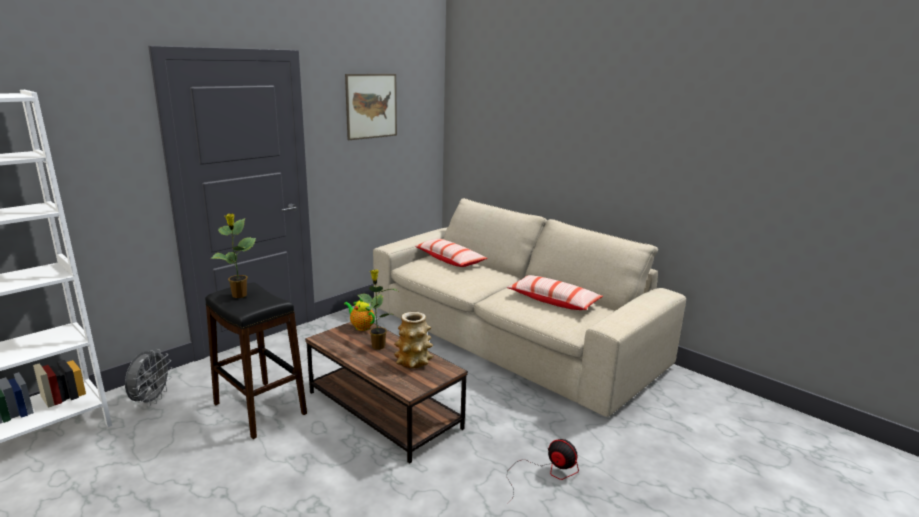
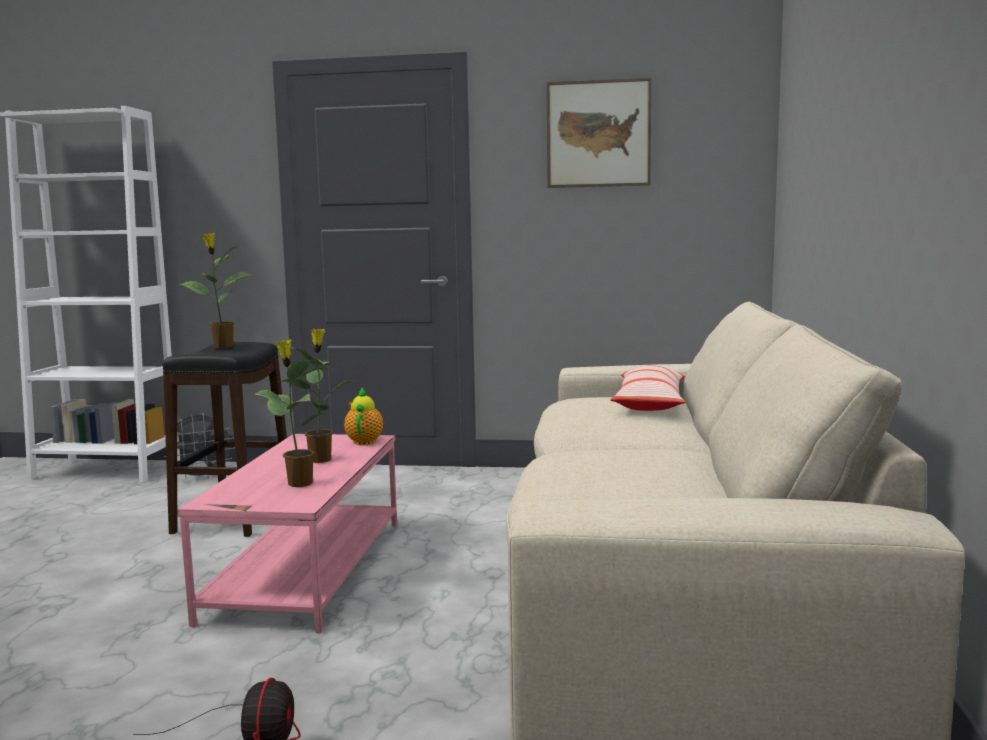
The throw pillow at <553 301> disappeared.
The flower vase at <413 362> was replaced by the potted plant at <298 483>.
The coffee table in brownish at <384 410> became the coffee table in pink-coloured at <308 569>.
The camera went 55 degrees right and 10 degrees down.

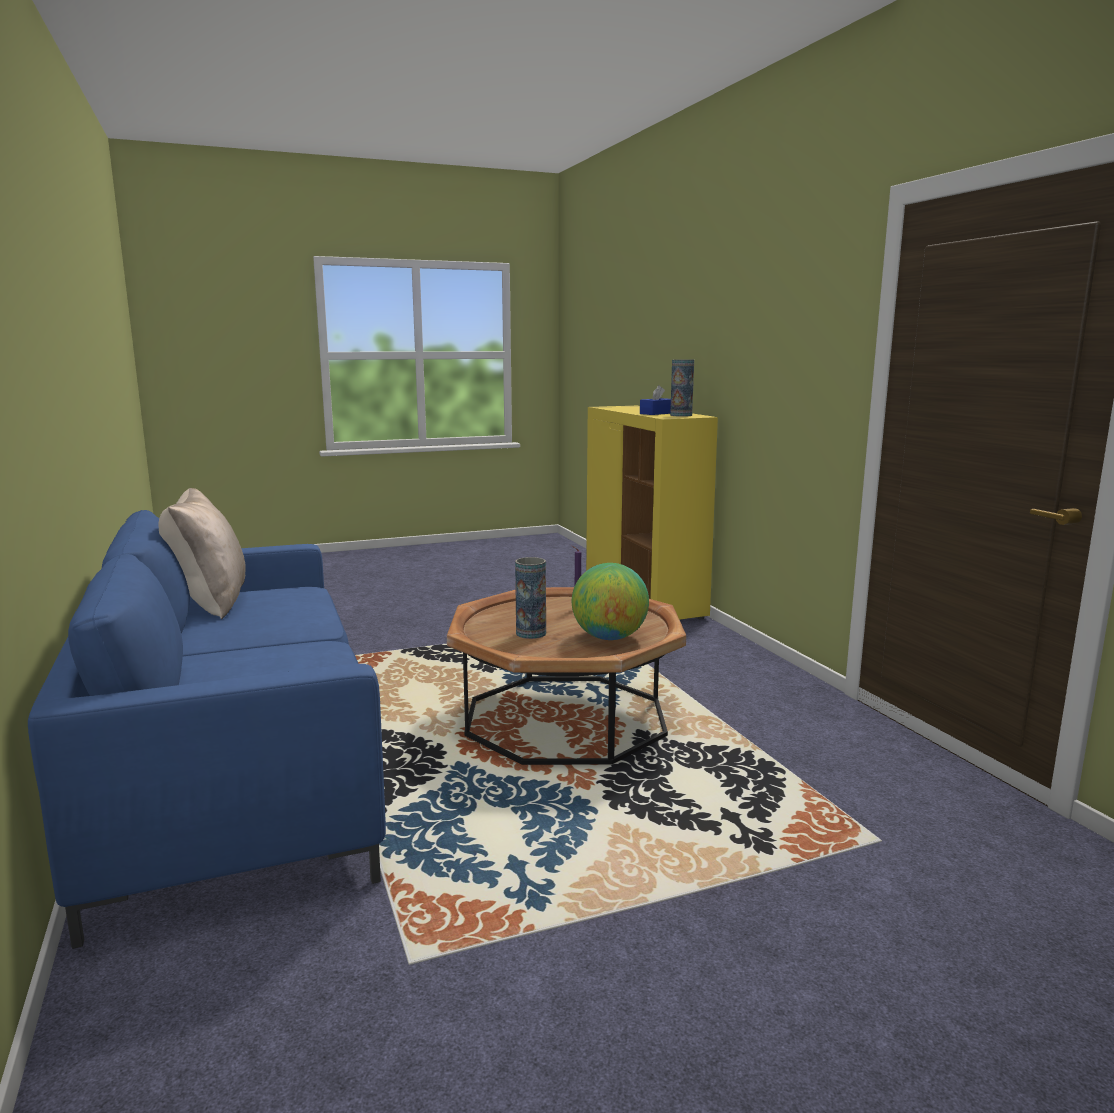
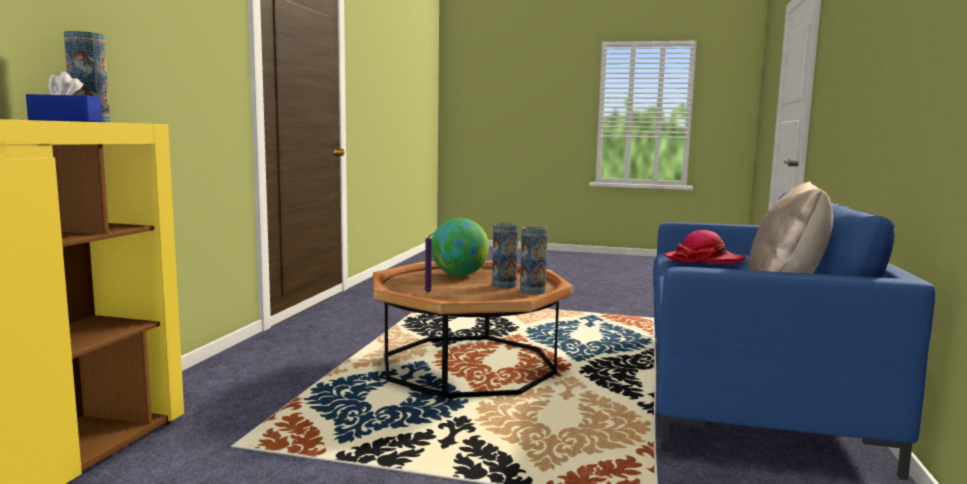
The flower vase at <532 291> appeared.
The wearable hat at <704 260> appeared.
The camera went 145 degrees left and 5 degrees down.

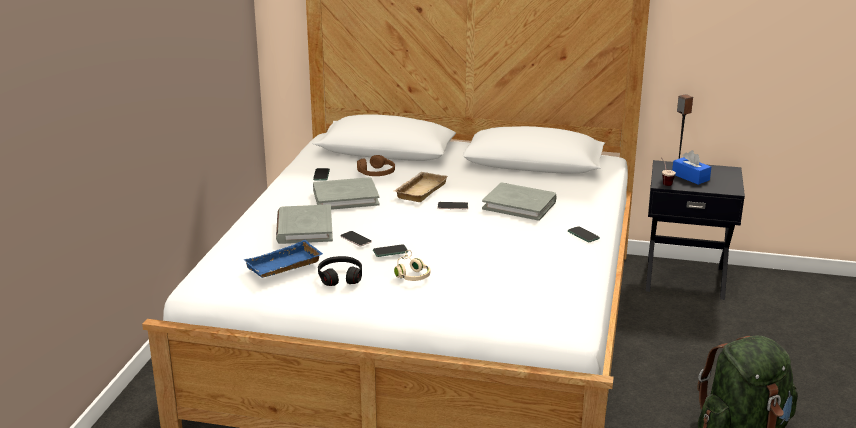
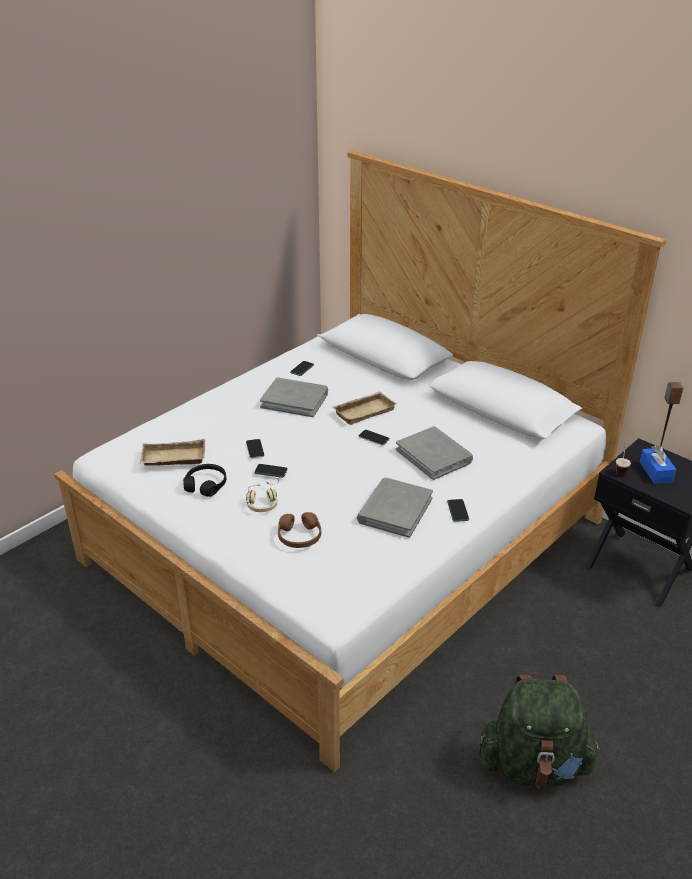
The pair of headphones in brownish moved from <376 173> to <299 537>.
The volume in greyish moved from <304 228> to <395 510>.
The carrying tray in bluish at <284 266> became the carrying tray in beige at <173 459>.
The camera went 30 degrees right and 10 degrees up.

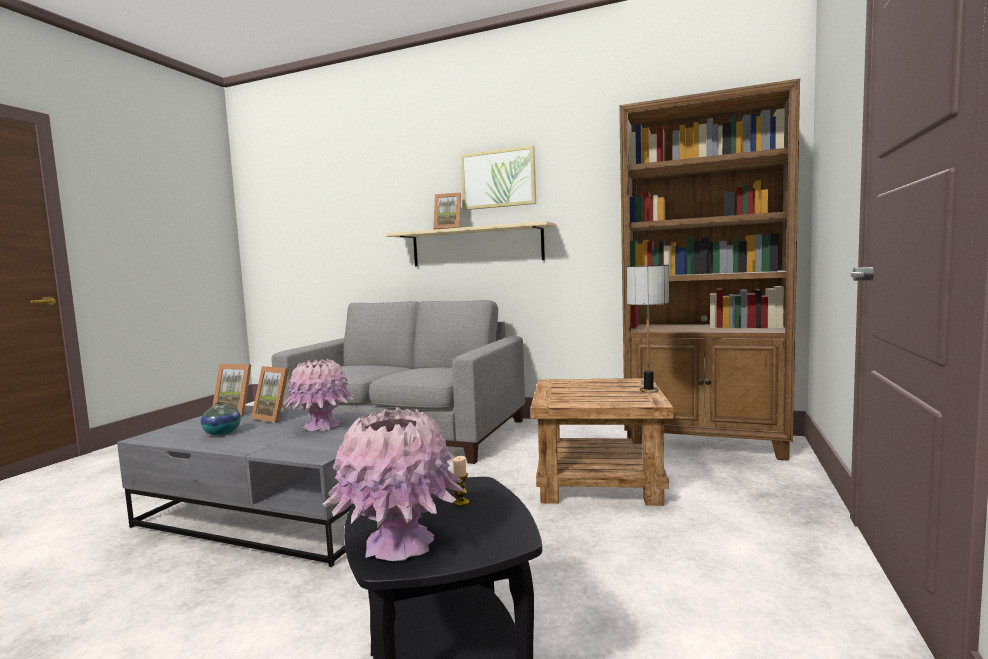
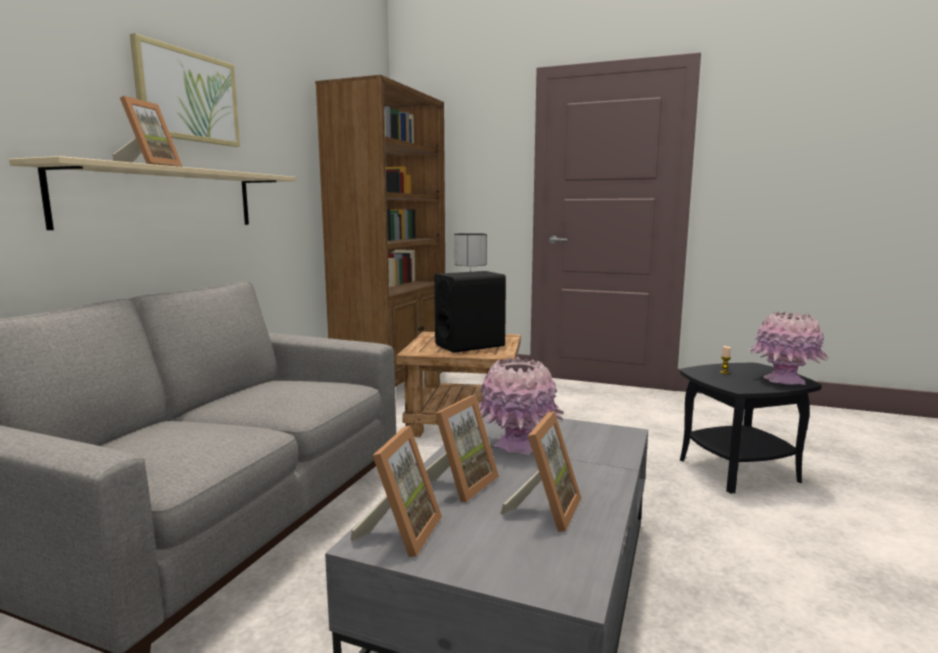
The flower vase at <222 433> was replaced by the photo frame at <545 510>.
The speaker in black at <470 345> appeared.
The camera went 90 degrees left and 5 degrees up.

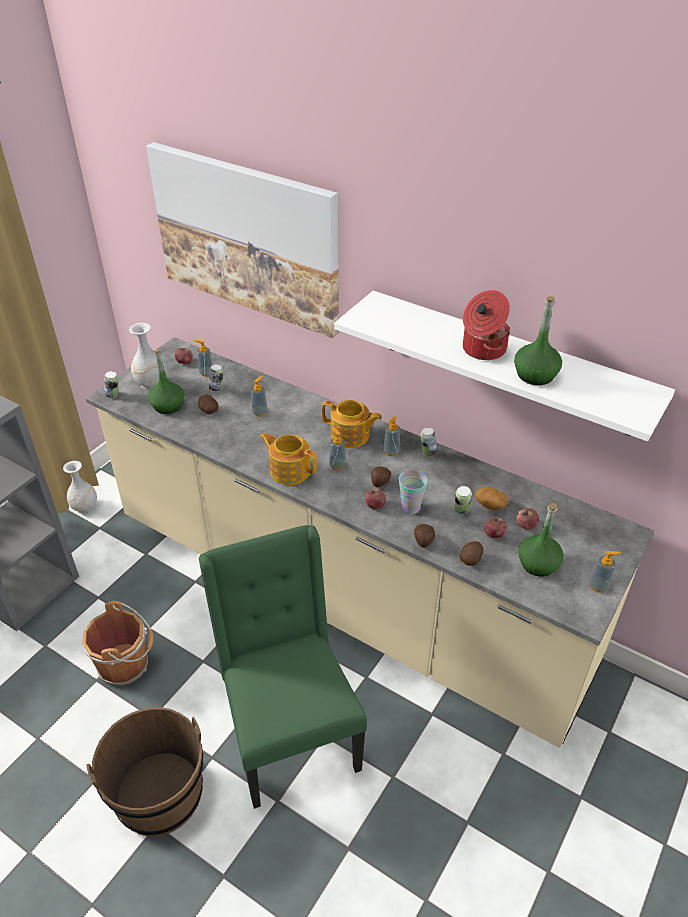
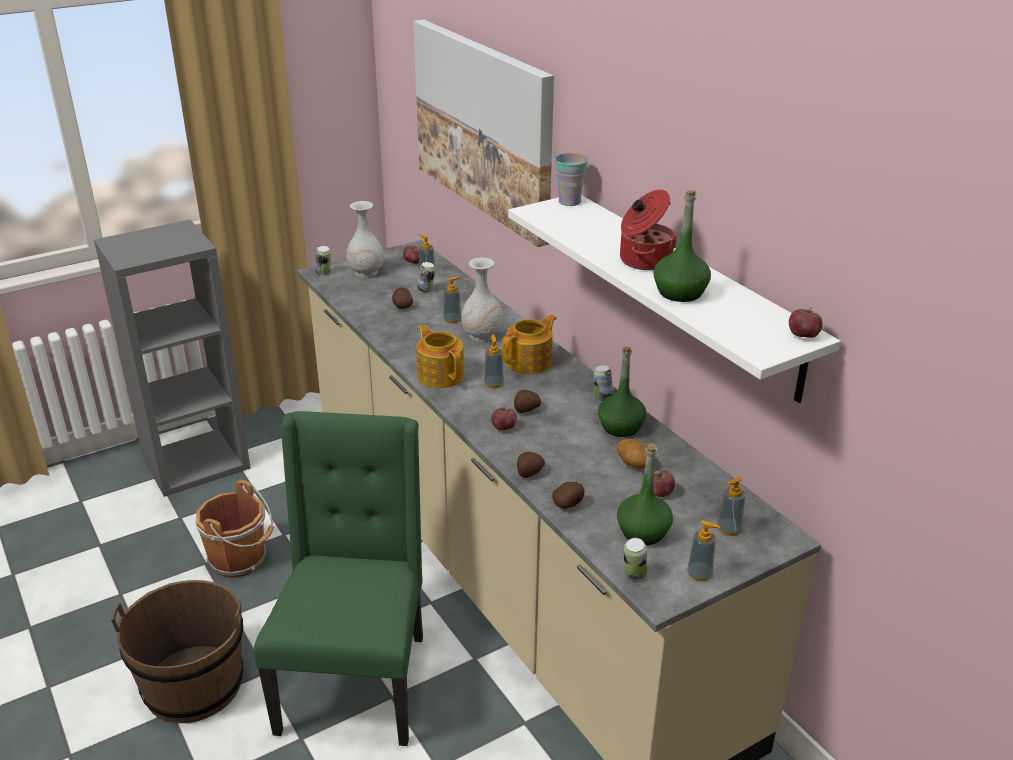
The drink bottle in green moved from <167 406> to <620 427>.
The tea pot at <350 436> turned 90 degrees counterclockwise.
The liquid soap bottle moved from <391 452> to <729 529>.
The flower vase in white moved from <85 507> to <482 335>.
The cup moved from <410 507> to <569 202>.
The can moved from <461 511> to <634 575>.
The apple fruit moved from <494 534> to <803 335>.
The camera went 25 degrees right and 10 degrees down.

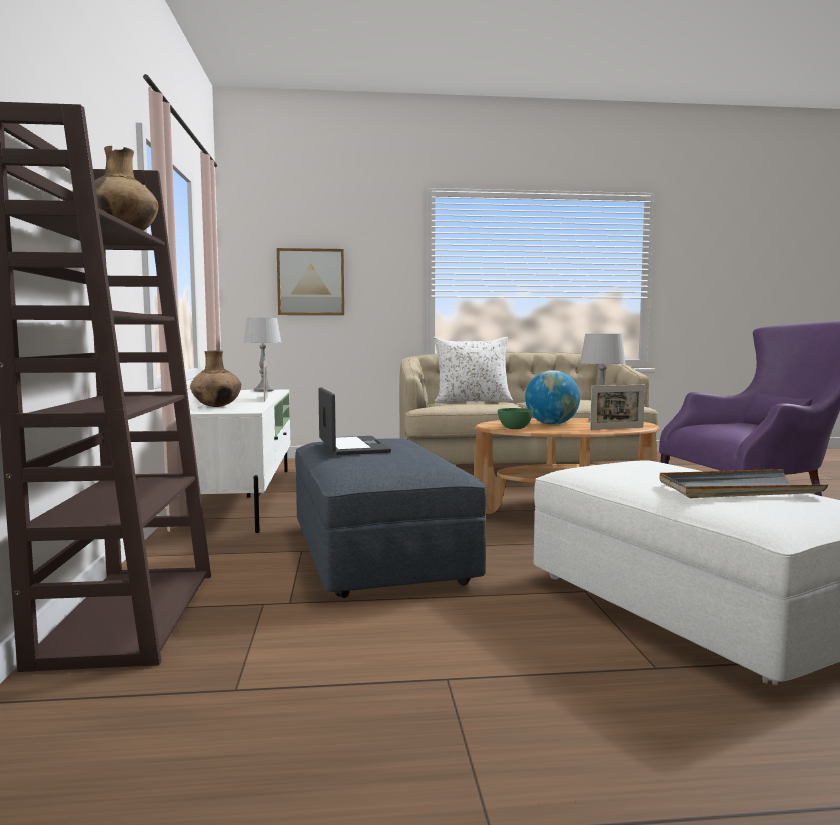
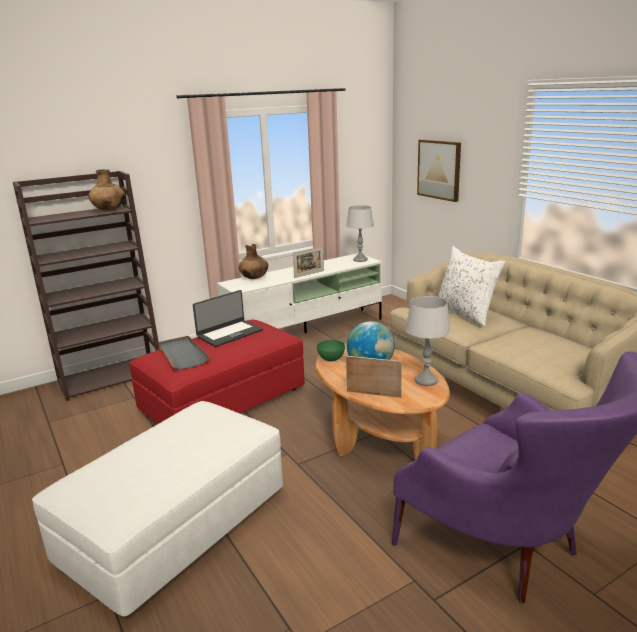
The photo frame at <617 428> turned 150 degrees clockwise.
The footrest in greyish at <378 552> became the footrest in reddish at <223 400>.
The carrying tray in greyish moved from <737 489> to <182 354>.
The camera went 65 degrees right and 15 degrees up.

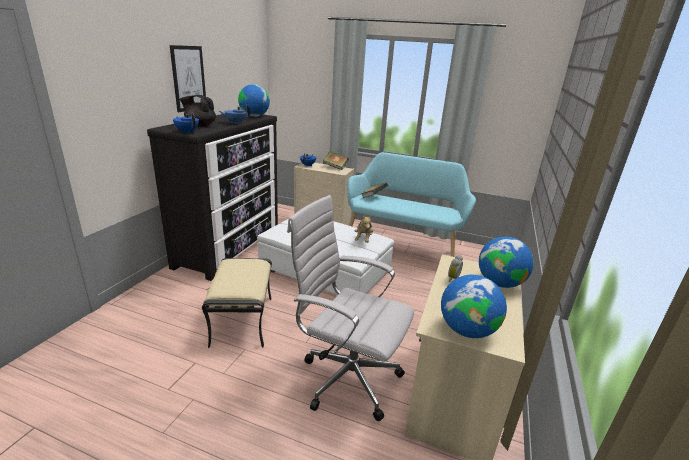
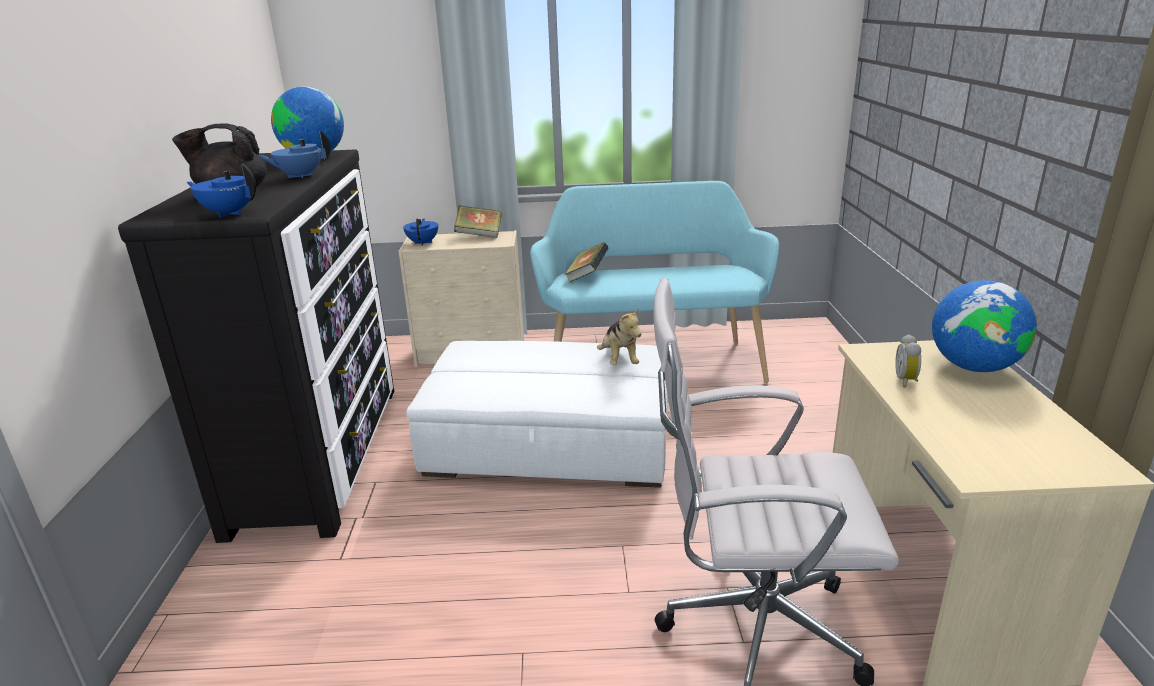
The wall art at <189 78> disappeared.
The footrest in beige at <241 320> disappeared.
The world globe at <466 330> disappeared.
The camera went 20 degrees left and 0 degrees up.

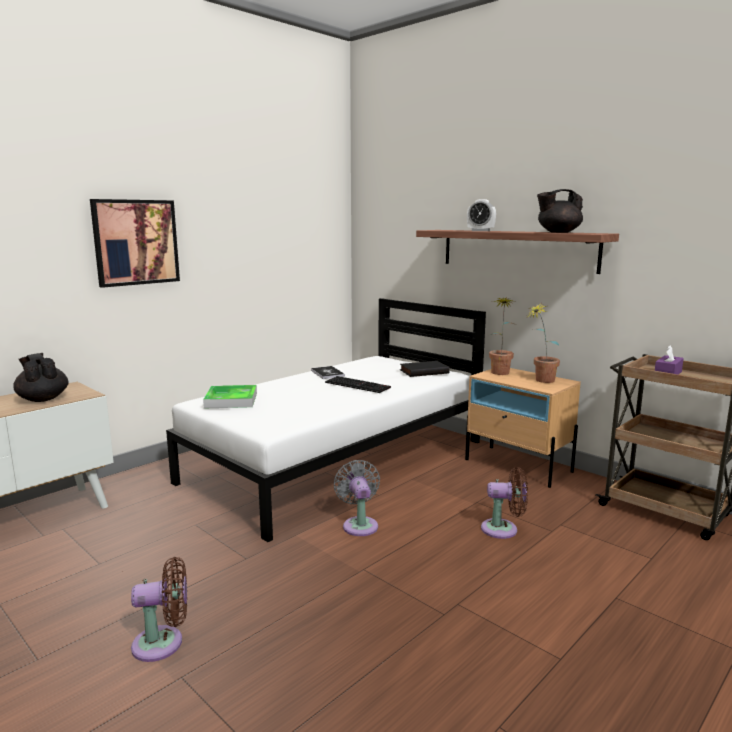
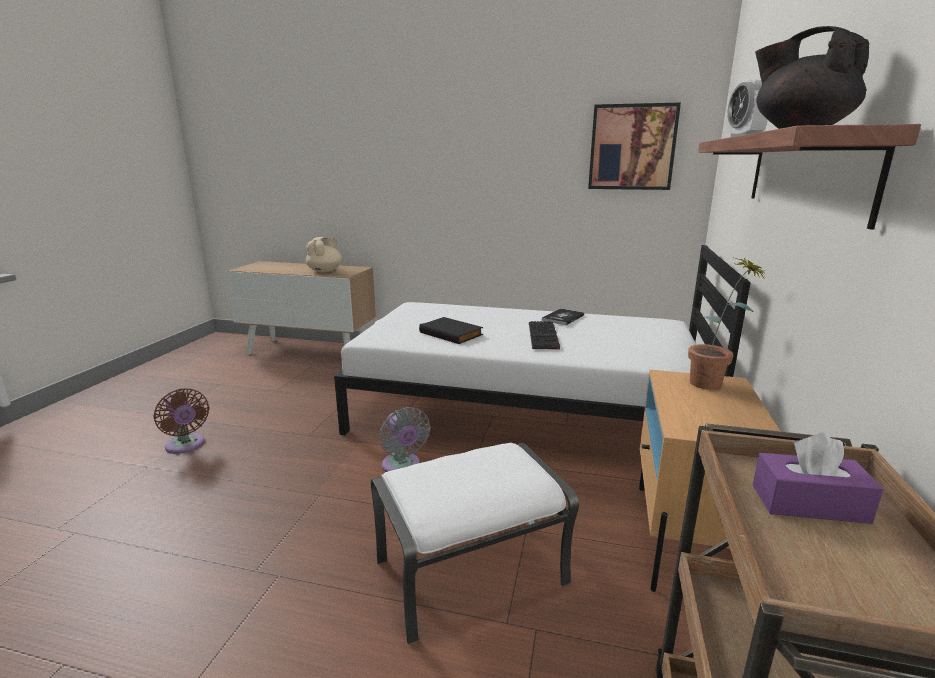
The wall art moved from <136 242> to <632 147>.
The potted plant at <540 381> disappeared.
The tea pot in black at <43 399> became the tea pot in beige at <325 271>.
The volume in black moved from <424 371> to <452 333>.
The carrying tray at <231 400> disappeared.
The fan in greyish at <359 525> turned 105 degrees clockwise.
The fan in brownish at <503 529> was replaced by the footrest in white at <471 571>.
The camera went 60 degrees right and 5 degrees up.

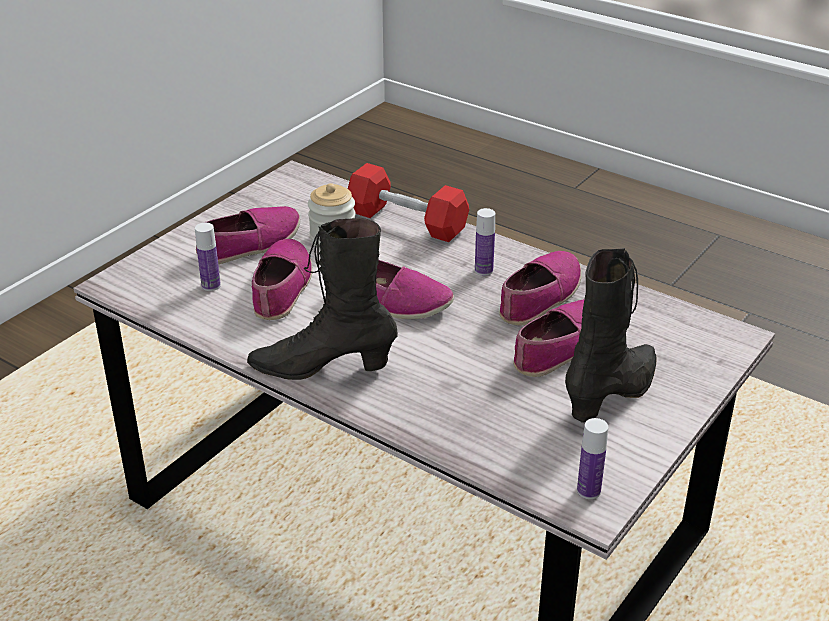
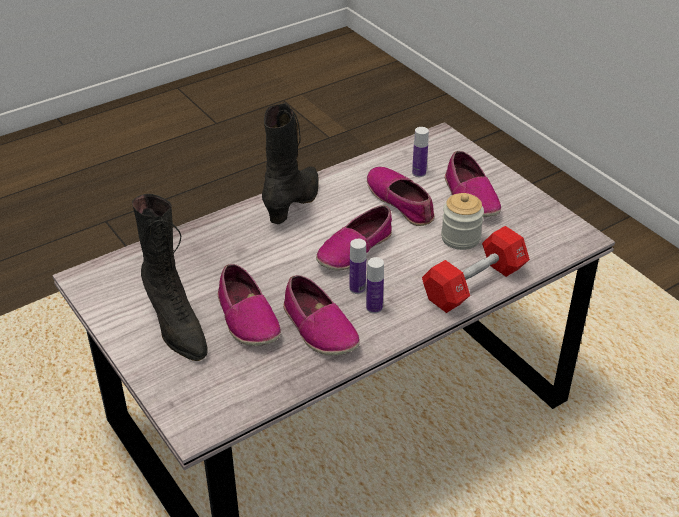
The shoe at <281 287> turned 150 degrees counterclockwise.
The drink bottle moved from <588 491> to <357 288>.
The camera went 110 degrees right and 5 degrees up.

